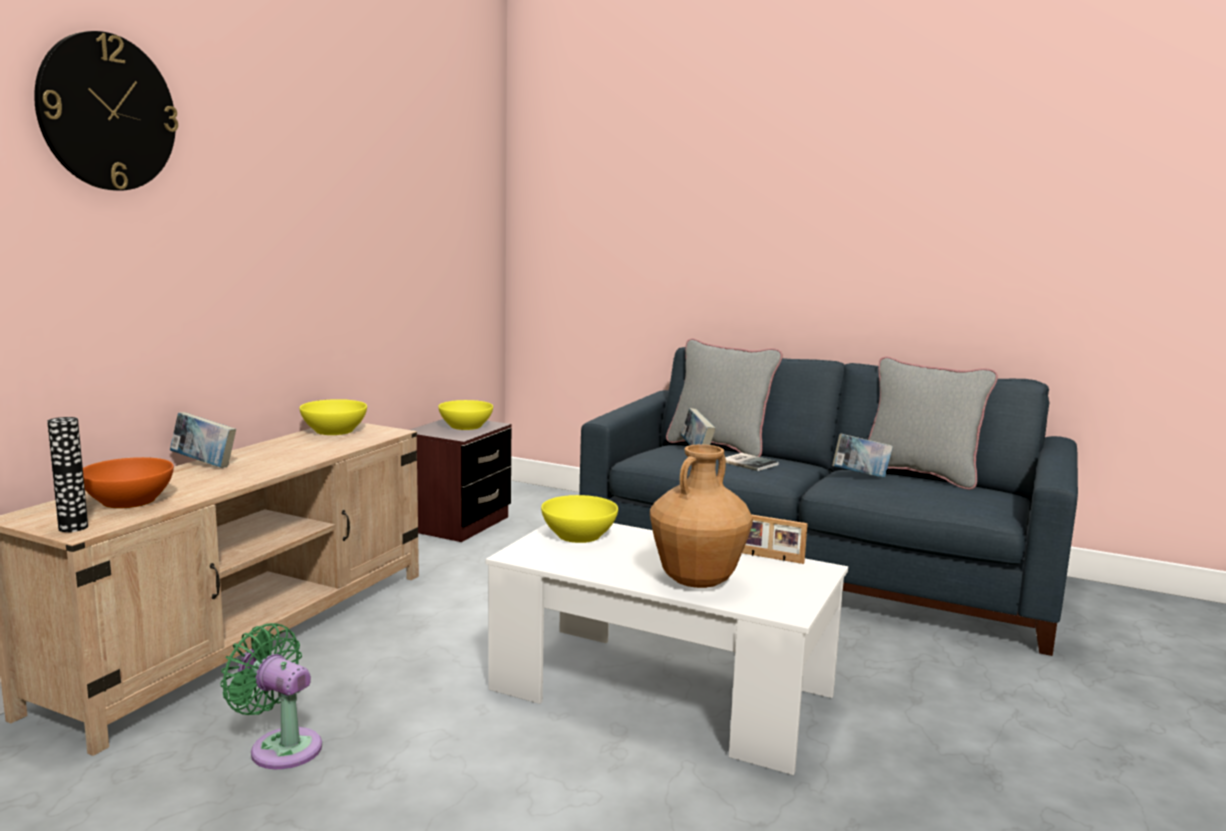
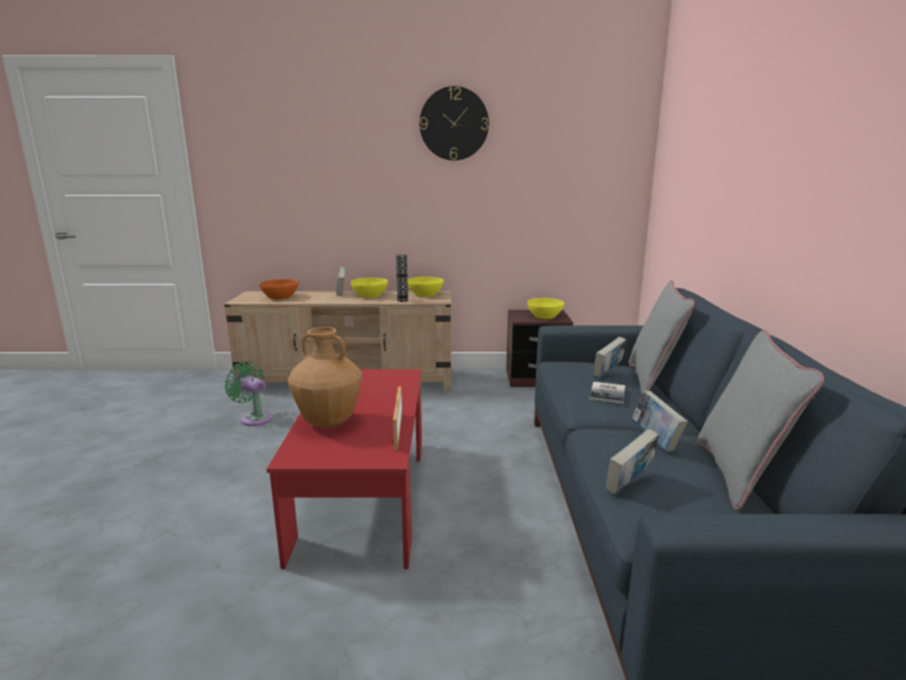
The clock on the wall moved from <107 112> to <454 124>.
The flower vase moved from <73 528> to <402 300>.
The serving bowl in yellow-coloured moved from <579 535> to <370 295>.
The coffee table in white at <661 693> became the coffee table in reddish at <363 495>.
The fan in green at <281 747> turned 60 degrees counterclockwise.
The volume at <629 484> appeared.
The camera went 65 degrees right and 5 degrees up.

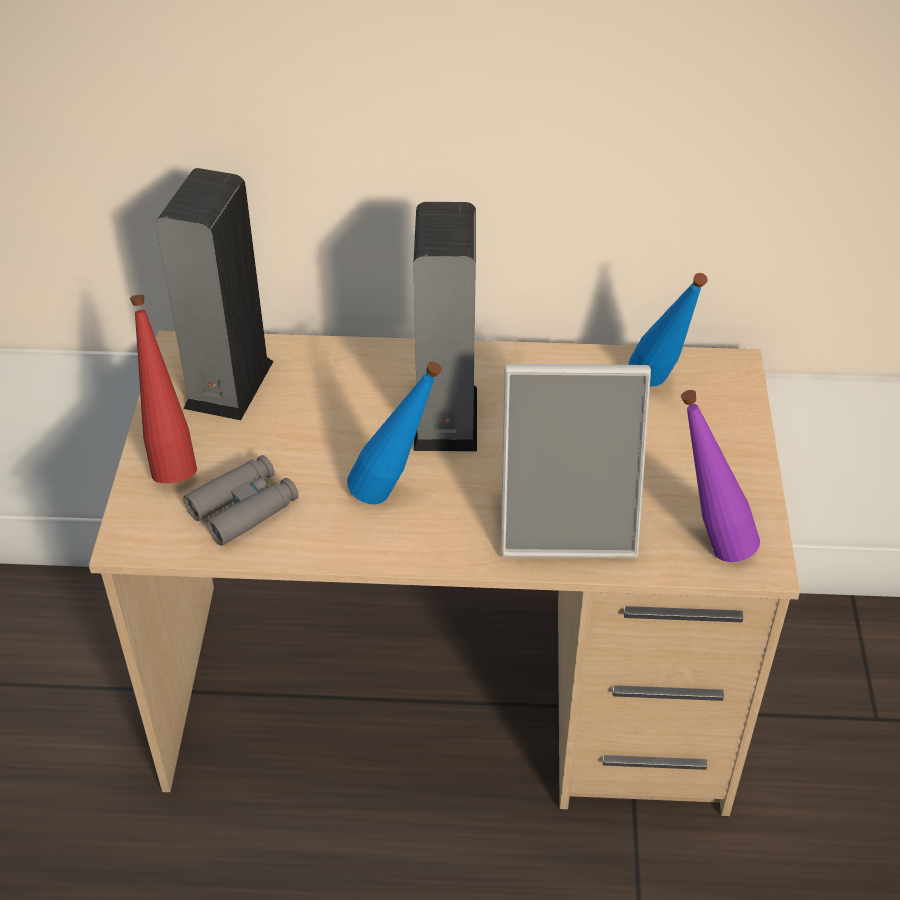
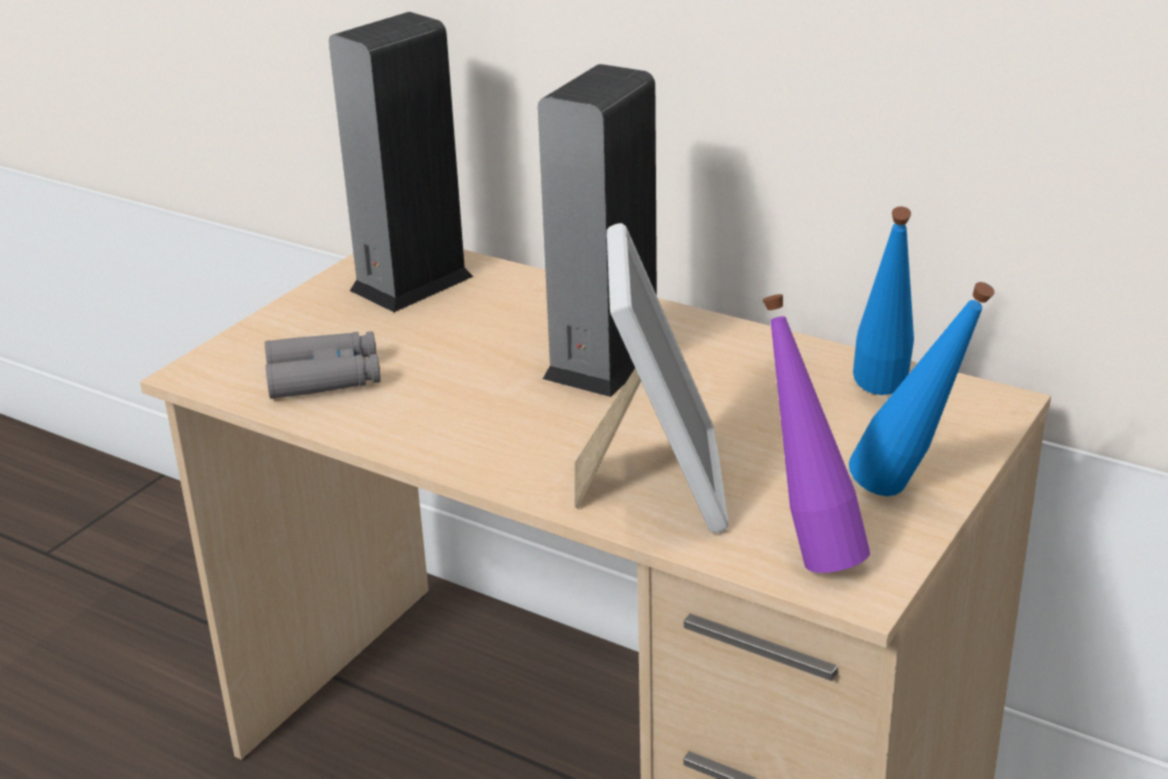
The drink bottle in reddish at <171 460> disappeared.
The drink bottle in bluish moved from <395 496> to <908 495>.
The photo frame at <568 521> turned 120 degrees counterclockwise.
The camera went 30 degrees right and 15 degrees down.

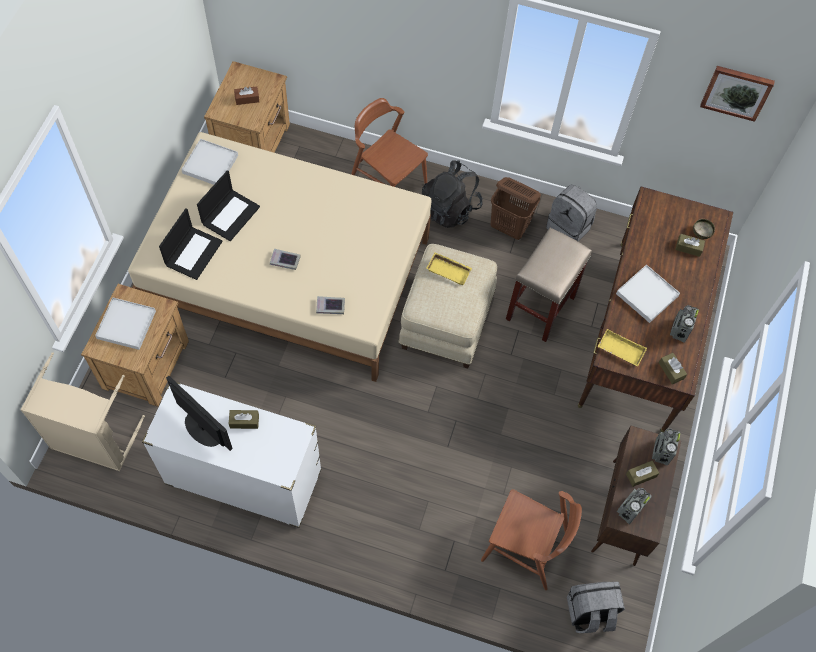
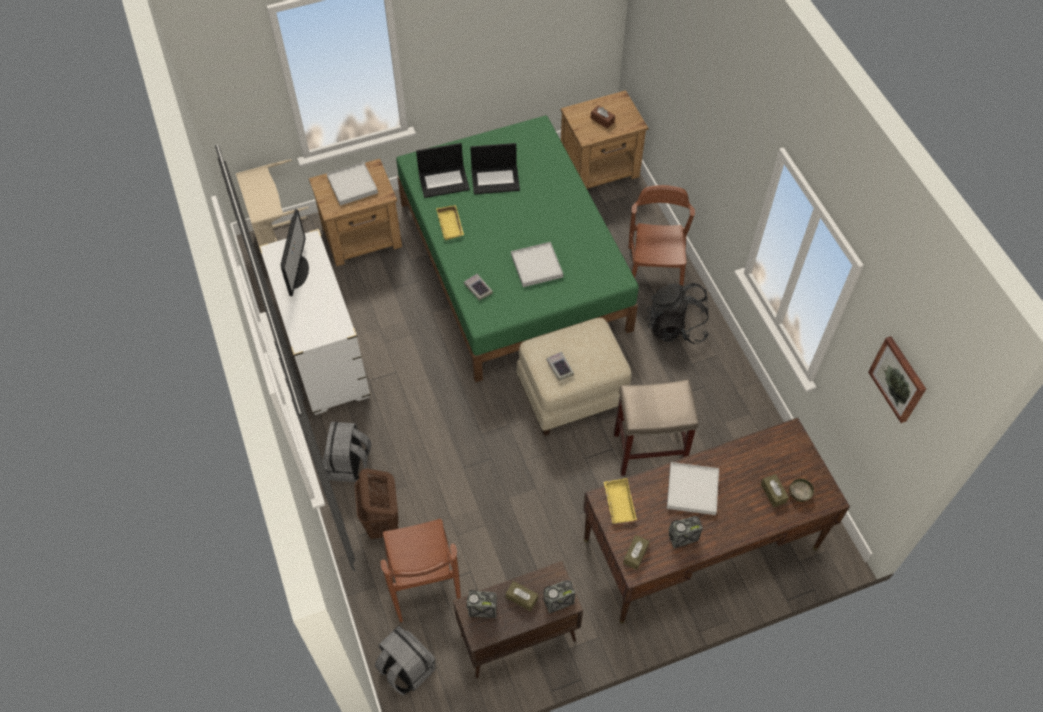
The sleeping bed in beige at <288 272> became the sleeping bed in green at <513 265>.
The carrying tray in white moved from <210 164> to <536 266>.
The hamper in brownish moved from <510 227> to <383 523>.
The knapsack in greyish moved from <569 227> to <349 464>.
The volume moved from <285 261> to <560 367>.
The carrying tray in yellow-coloured moved from <449 270> to <451 225>.
The box of tissues in brownish at <244 421> disappeared.
The camera went 55 degrees right and 5 degrees down.

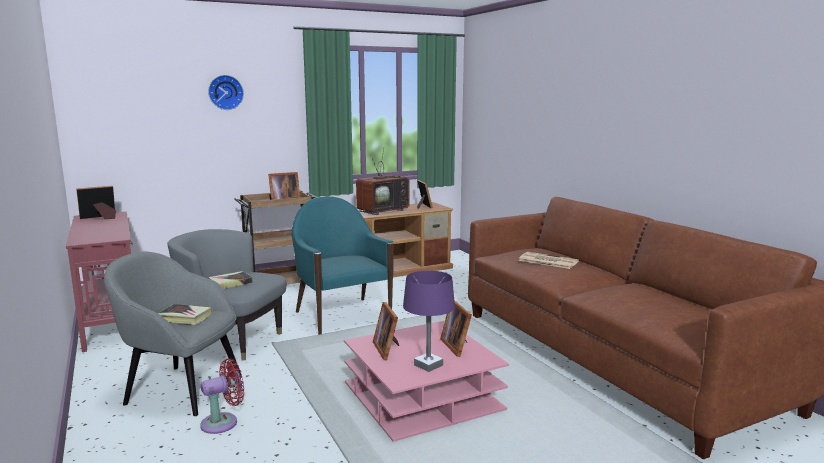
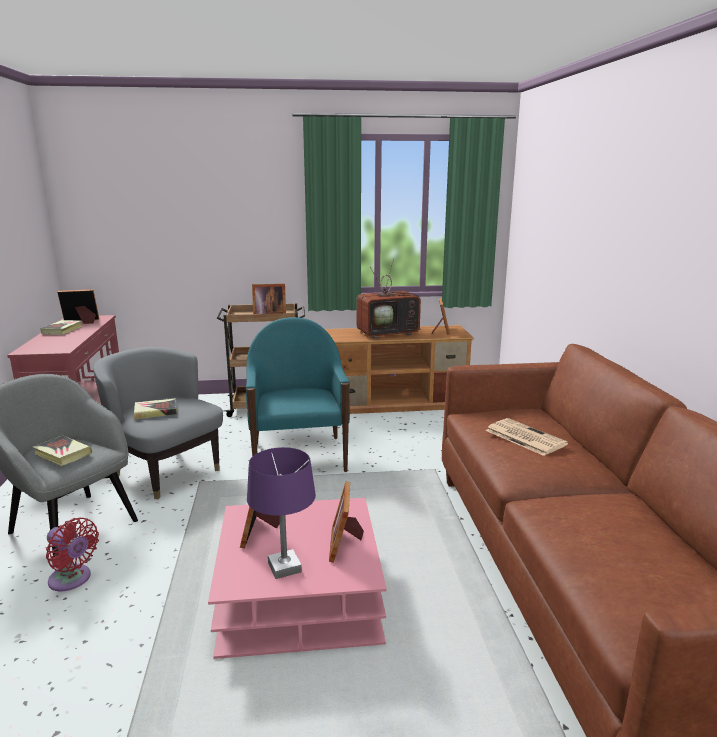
The clock on the wall at <225 92> disappeared.
The fan in reddish at <223 422> turned 45 degrees clockwise.
The volume at <62 330> appeared.
The camera went 20 degrees right and 5 degrees up.

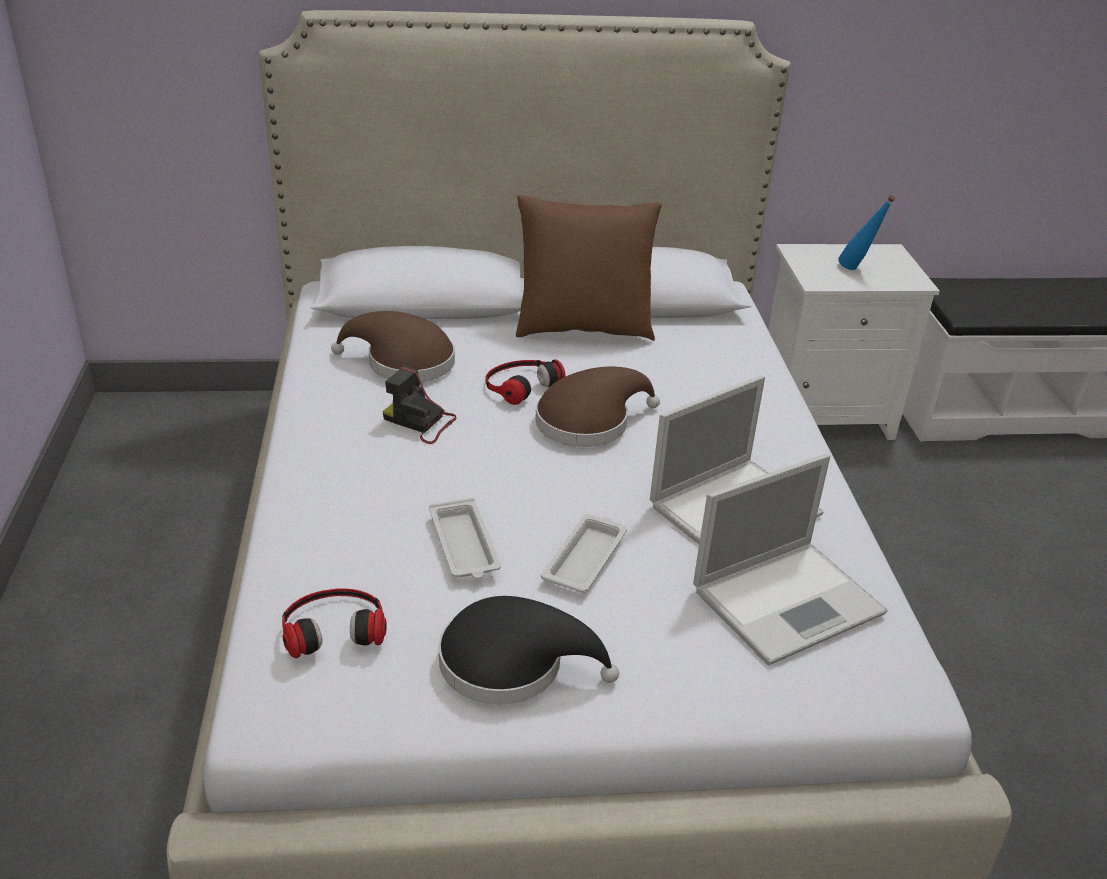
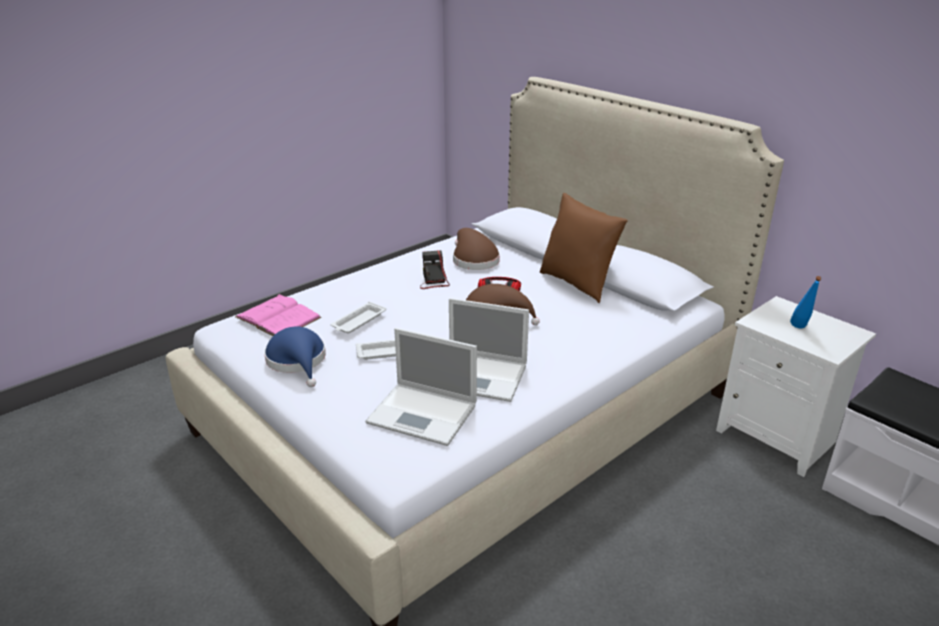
The pair of headphones at <333 626> was replaced by the volume in pink-coloured at <278 317>.
The wearable hat in black at <512 663> became the wearable hat in bluish at <298 361>.
The camera went 55 degrees right and 5 degrees down.

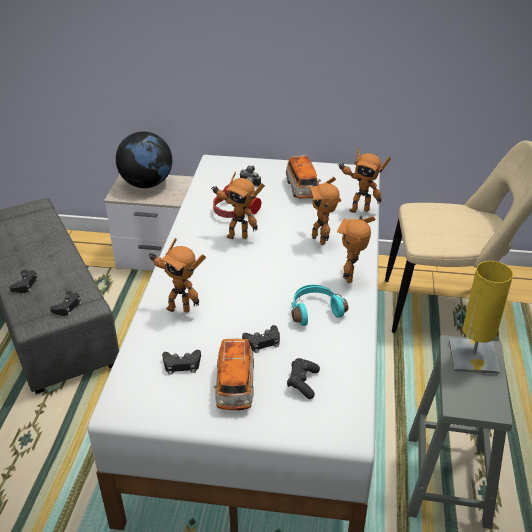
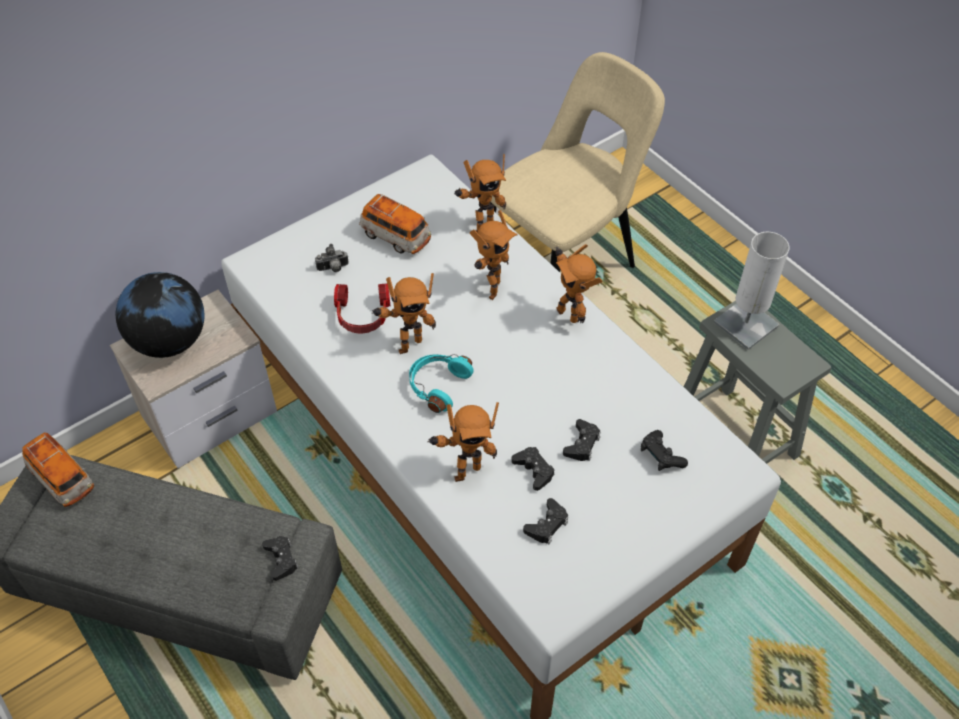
The toy robot at <320 239> turned 90 degrees counterclockwise.
The table lamp in yellow-coloured at <473 356> became the table lamp in white at <745 324>.
The gamepad in black moved from <25 284> to <534 470>.
The pair of headphones in turquoise-coloured moved from <315 310> to <437 385>.
The toy car moved from <235 386> to <62 479>.
The camera went 45 degrees left and 15 degrees up.

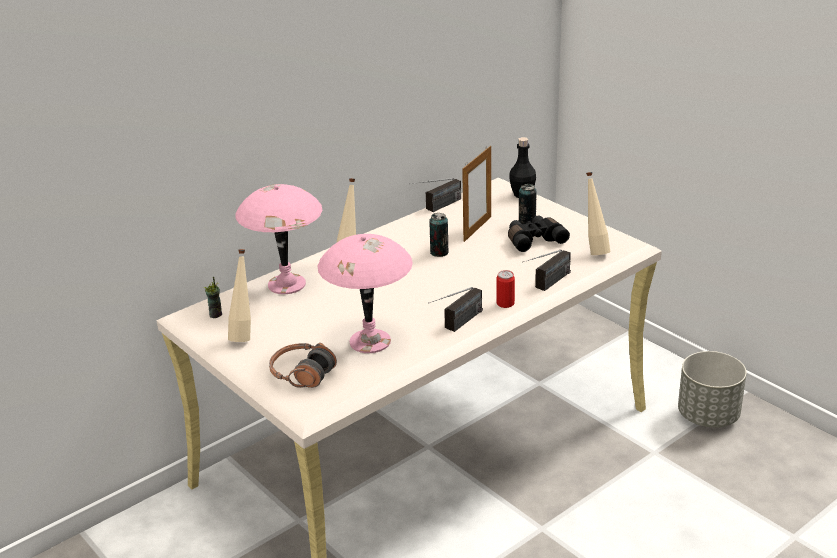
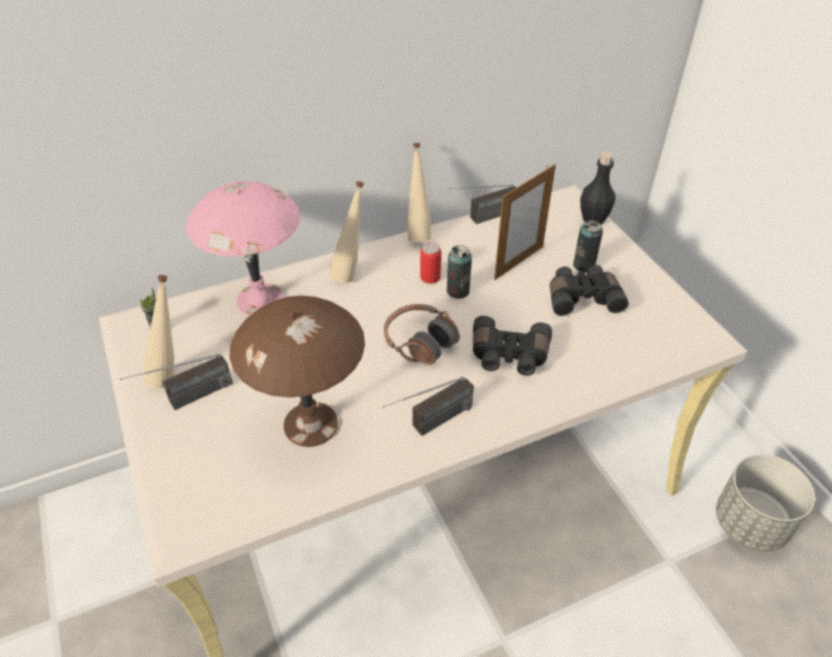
The drink bottle in beige moved from <594 250> to <418 233>.
The table lamp in pink-coloured at <370 342> became the table lamp in brownish at <311 425>.
The radio set moved from <546 285> to <186 400>.
The can moved from <505 303> to <430 277>.
The pair of headphones moved from <302 374> to <420 342>.
The field glasses in black at <508 356> appeared.
The camera went 15 degrees right and 15 degrees up.

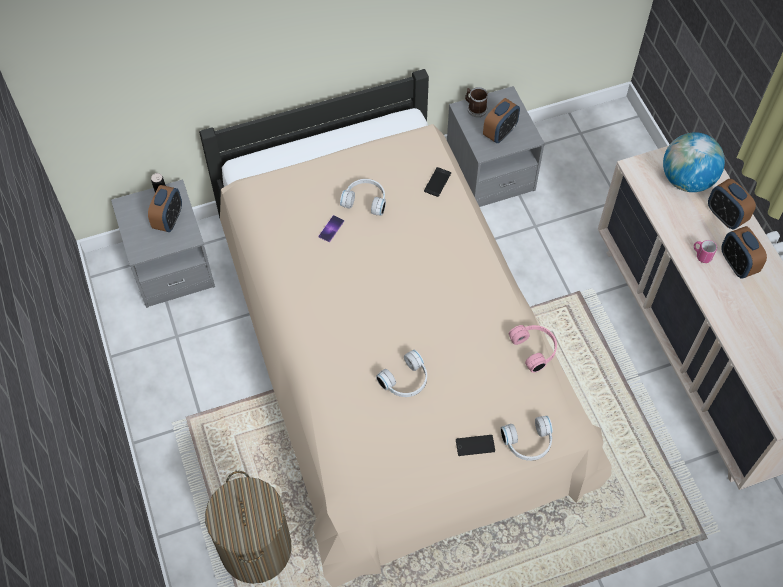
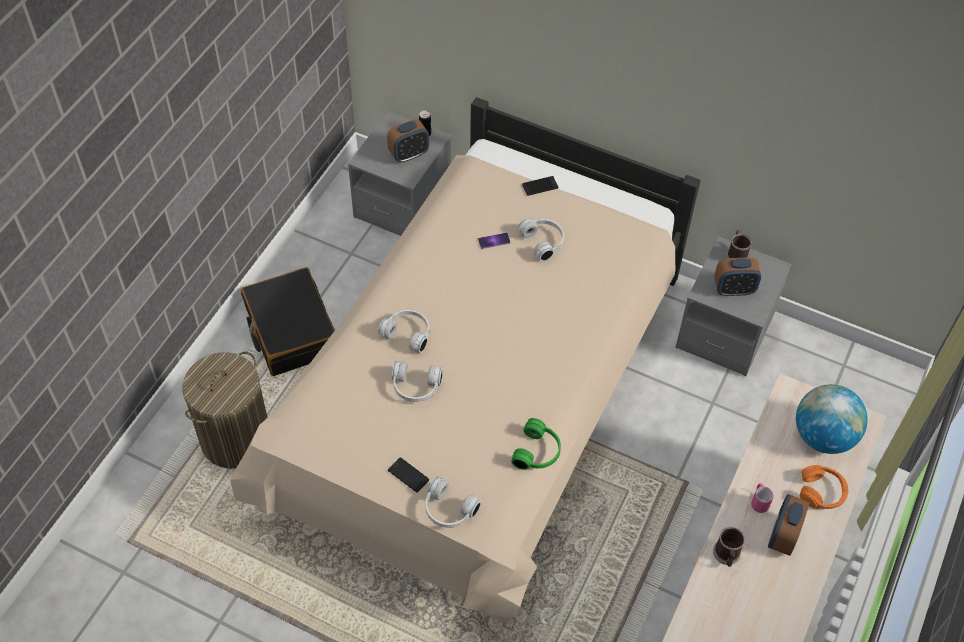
The telephone moved from <437 182> to <540 186>.
The table clock at <725 216> was replaced by the pair of headphones in orange at <821 492>.
The pair of headphones in pink-coloured at <535 349> became the pair of headphones in green at <538 452>.
The suitcase in black at <291 331> appeared.
The pair of headphones in white at <408 333> appeared.
The tea mug at <726 555> appeared.
The camera went 45 degrees right and 5 degrees down.

